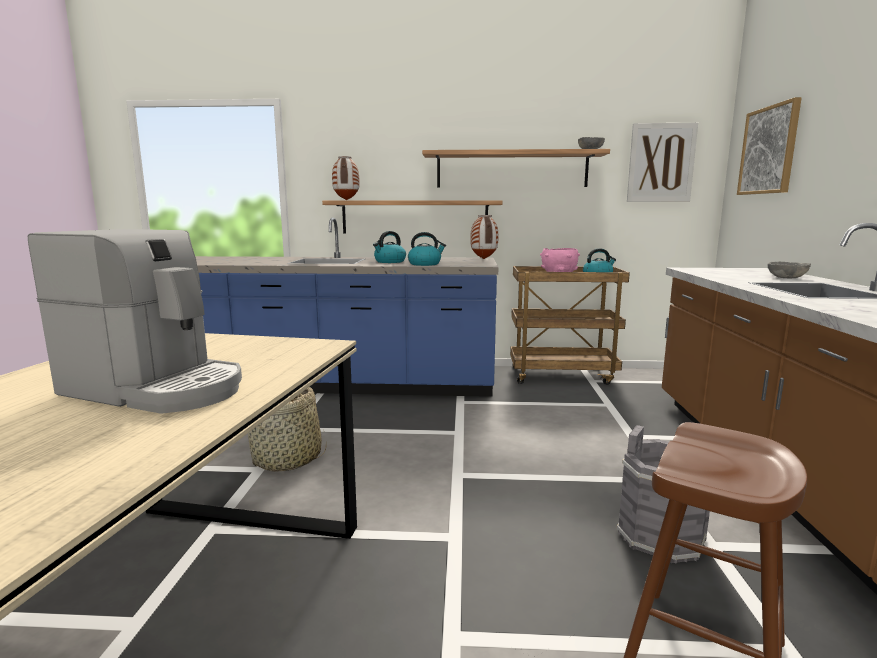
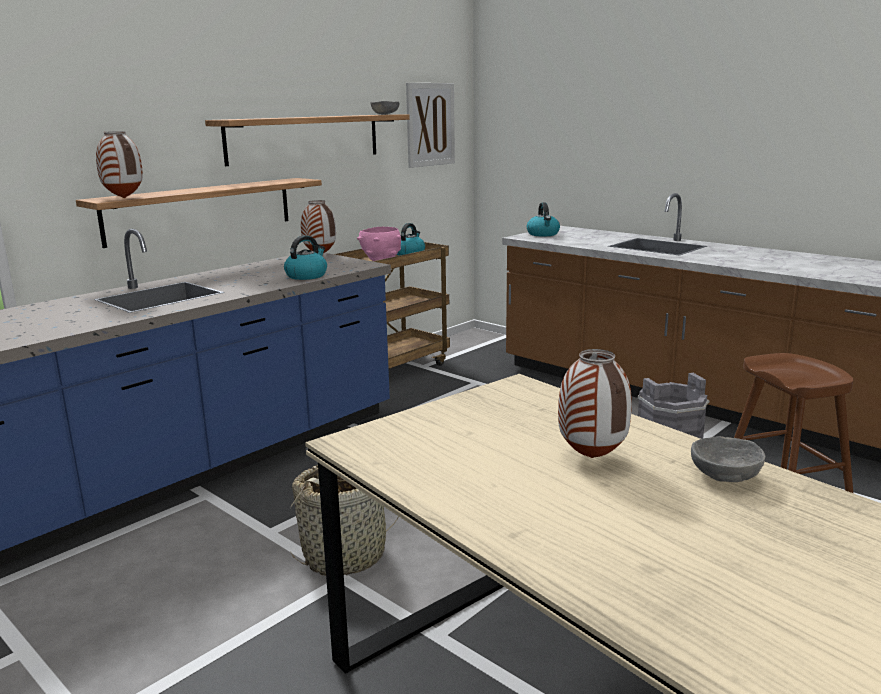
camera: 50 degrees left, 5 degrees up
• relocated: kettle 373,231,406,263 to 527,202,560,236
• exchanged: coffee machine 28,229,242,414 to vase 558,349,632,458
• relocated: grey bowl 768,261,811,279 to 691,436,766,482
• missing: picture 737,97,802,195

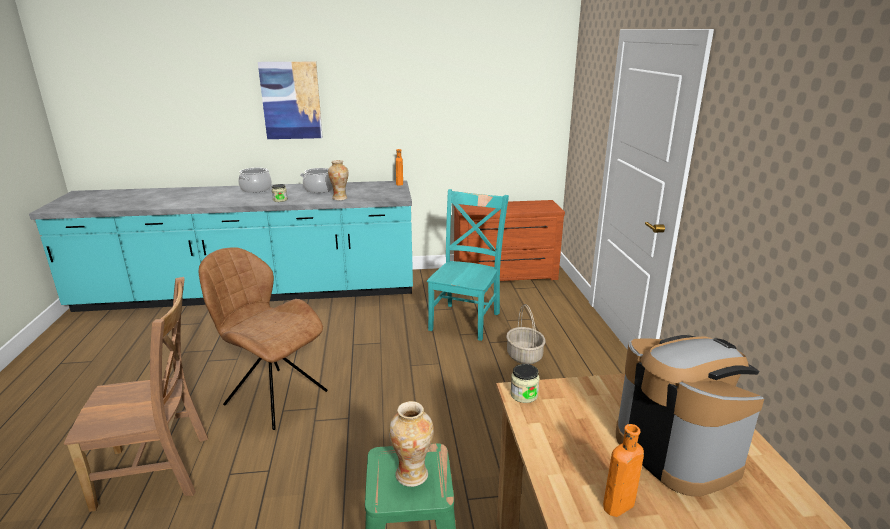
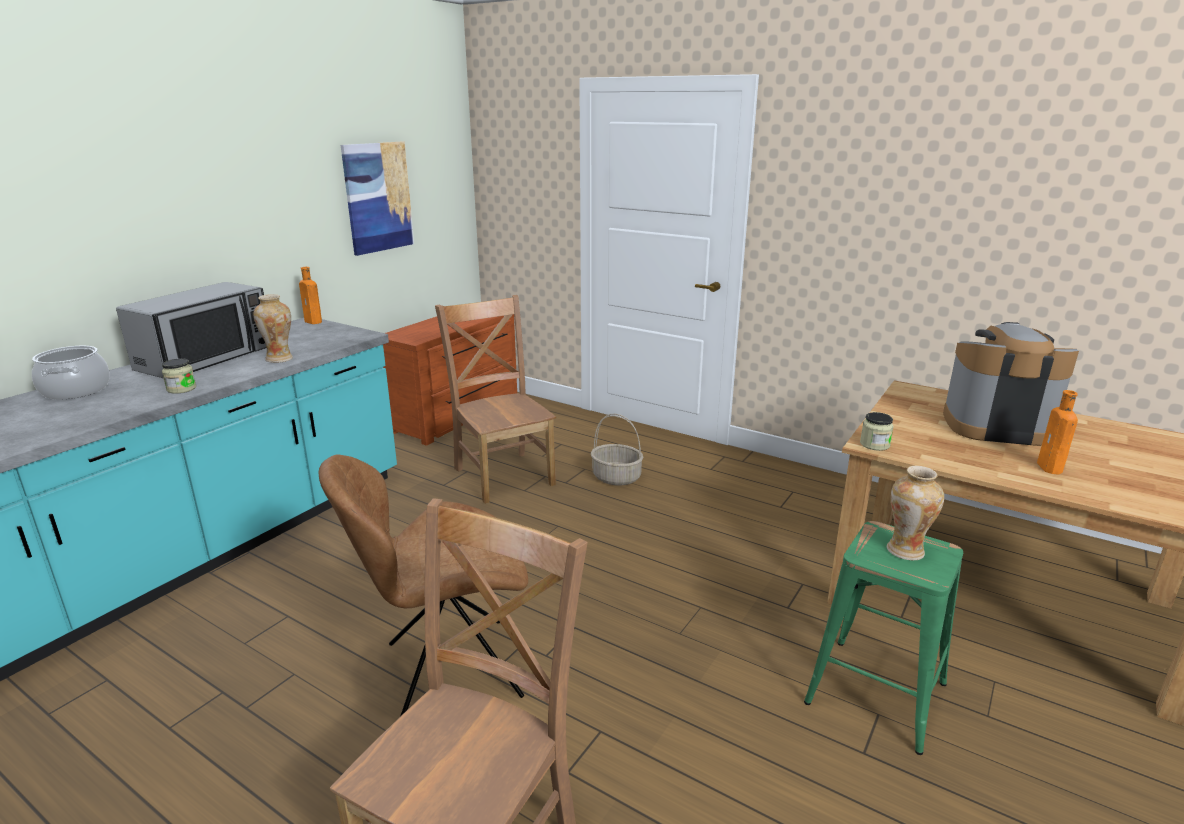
camera: 50 degrees left, 0 degrees up
• exchanged: cooking pot 300,168,333,193 to microwave 116,282,266,378
• relocated: picture 258,62,323,139 to 341,142,414,256
• colour: turquoise chair 427,189,509,341 to brown chair 435,295,556,504

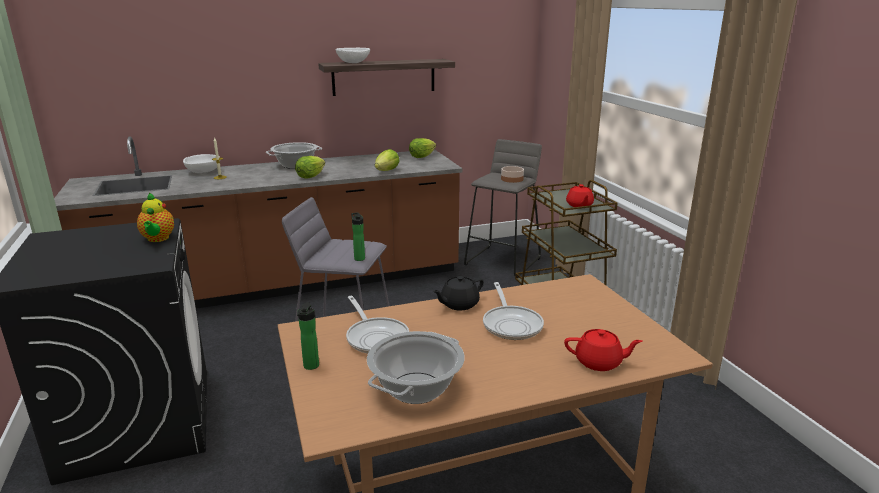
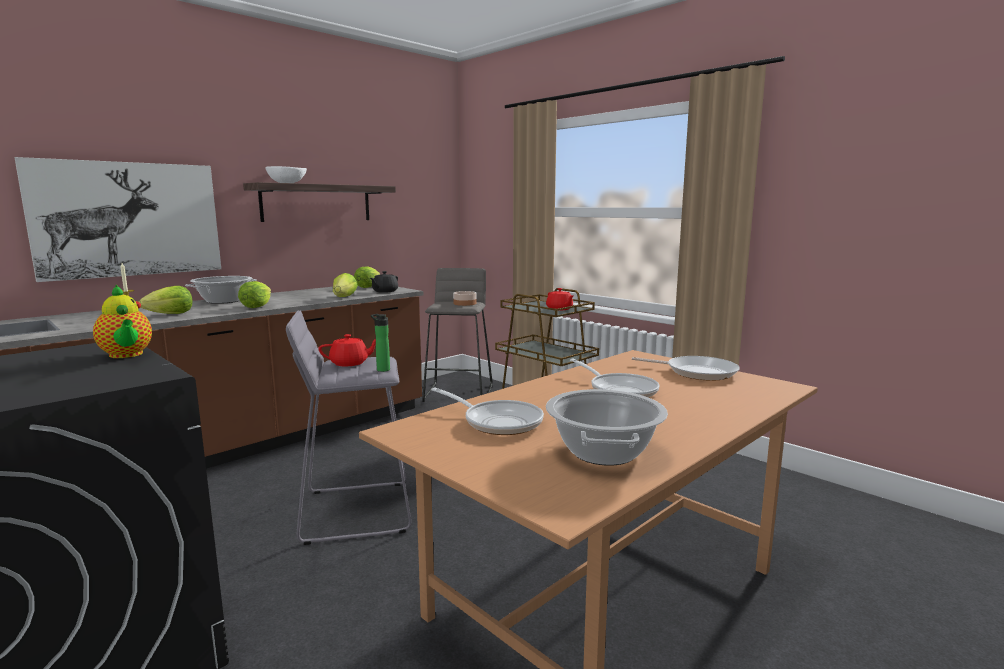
camera: 25 degrees left, 10 degrees down
• appeared: picture 15,157,221,282
• appeared: lettuce 139,286,192,314
• relocated: red teapot 564,329,642,371 to 318,334,376,366
• relocated: black teapot 433,276,483,310 to 370,271,398,293
• appeared: frying pan 632,356,740,381
• missing: white bowl 183,154,217,173
• missing: bottle 297,302,319,370

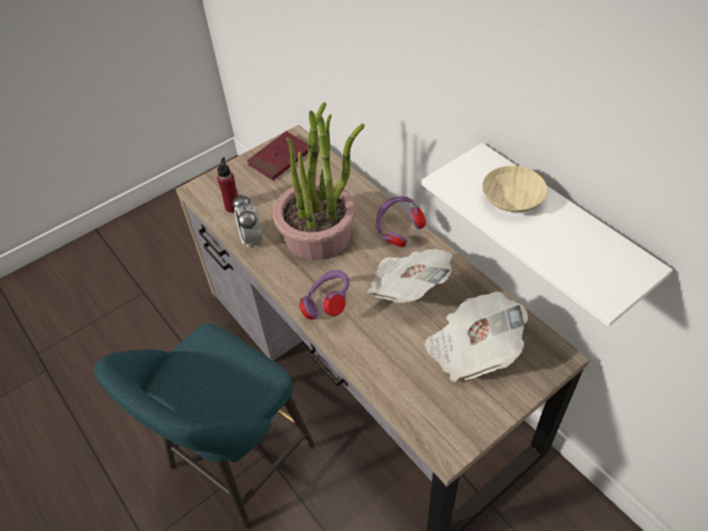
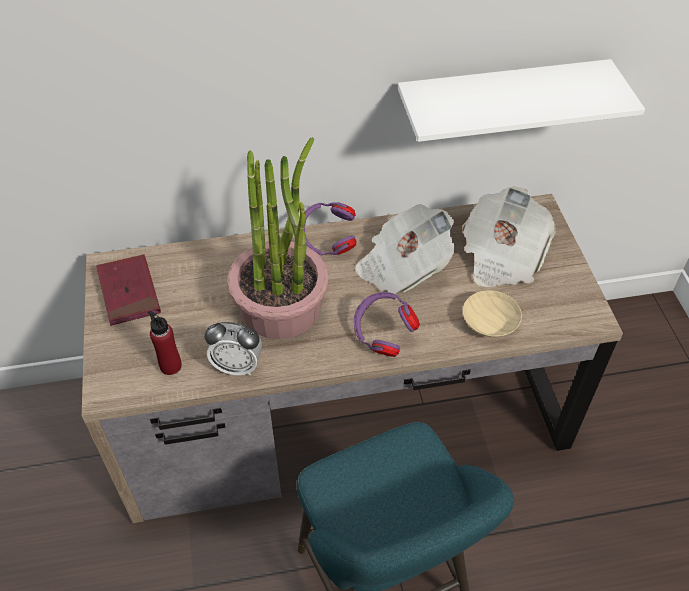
camera: 65 degrees left, 0 degrees up
• relocated: beige bowl 482,166,548,213 to 463,290,522,338

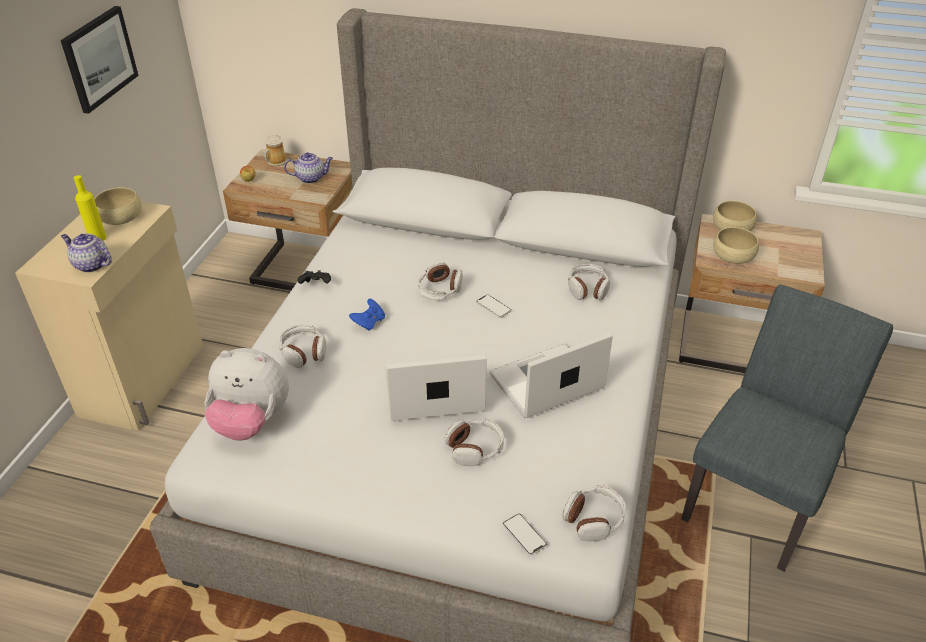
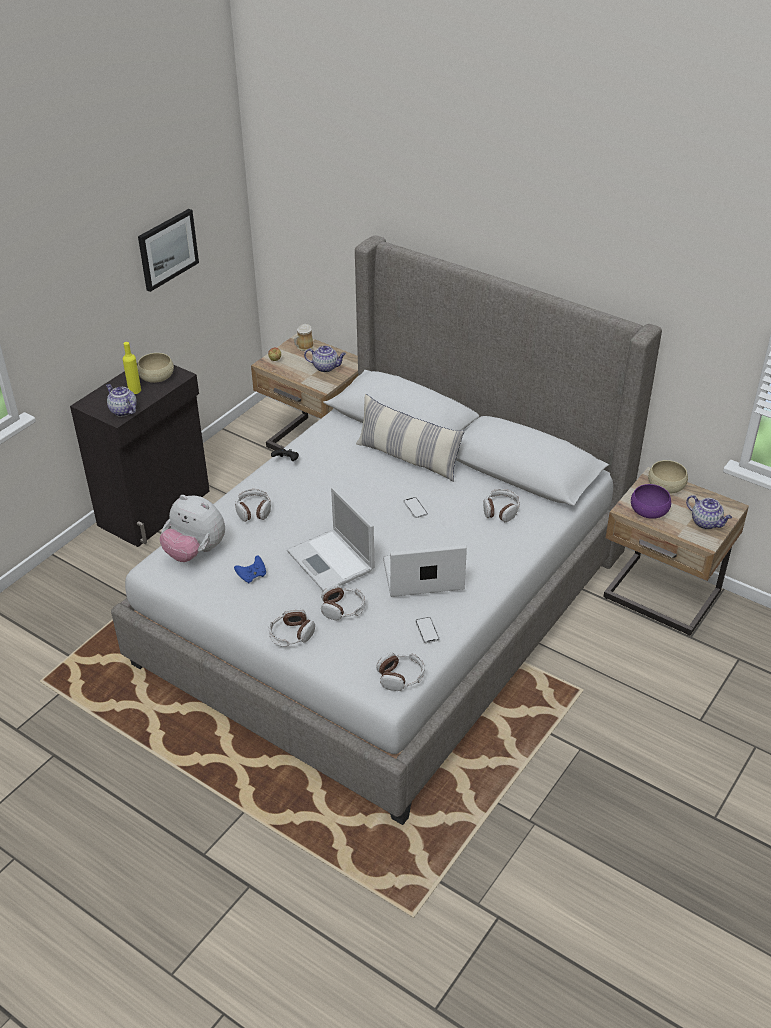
camera: 20 degrees right, 0 degrees up
• colour: beige cabinet 15,201,203,431 to black cabinet 70,363,210,547
• relocated: blue game controller 349,299,385,331 to 234,556,266,584
• relocated: headphones 418,262,463,300 to 269,608,315,647
• spun: laptop 385,355,487,421 = 287,487,374,590 135 degrees counterclockwise
• appeared: pillow 356,394,464,482
• relocated: phone 503,513,547,555 to 415,617,439,643
• colour: beige bowl 713,227,759,264 to purple bowl 631,484,671,519
• appeared: teapot 686,495,732,529
• missing: grey chair 681,284,893,572

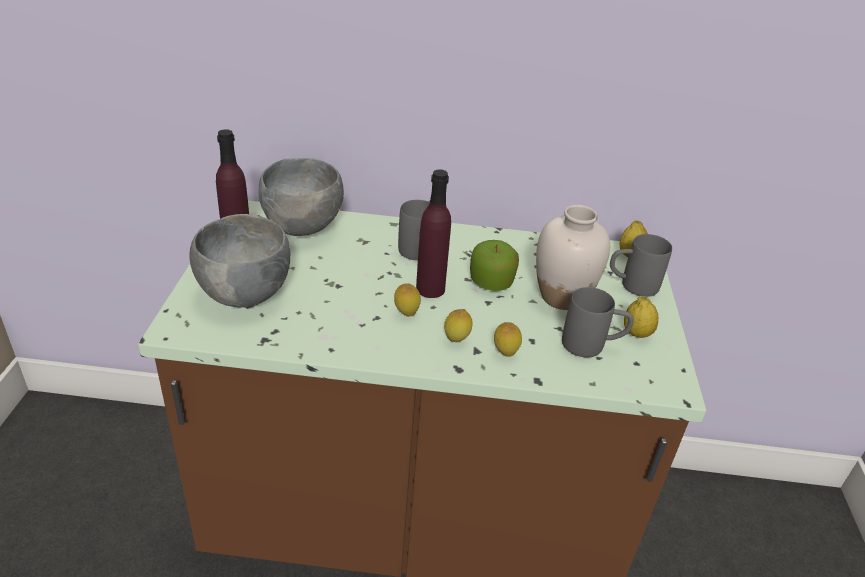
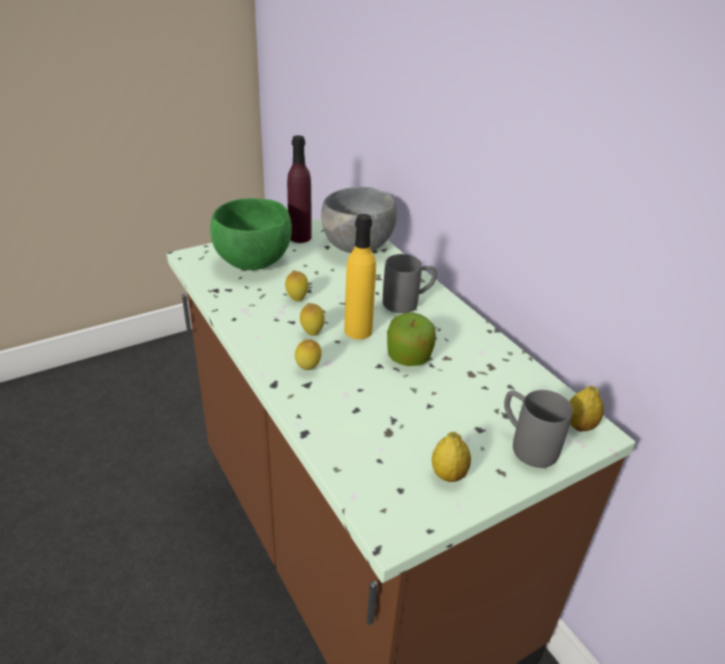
camera: 55 degrees right, 0 degrees up
• colour: grey bowl 189,214,290,308 to green bowl 210,198,292,270
• relocated: lemon 494,322,522,357 to 285,271,309,301
• colour: purple bottle 416,169,451,298 to yellow bottle 344,214,376,339
• missing: white vase 536,205,610,310
• missing: grey mug 562,287,634,357

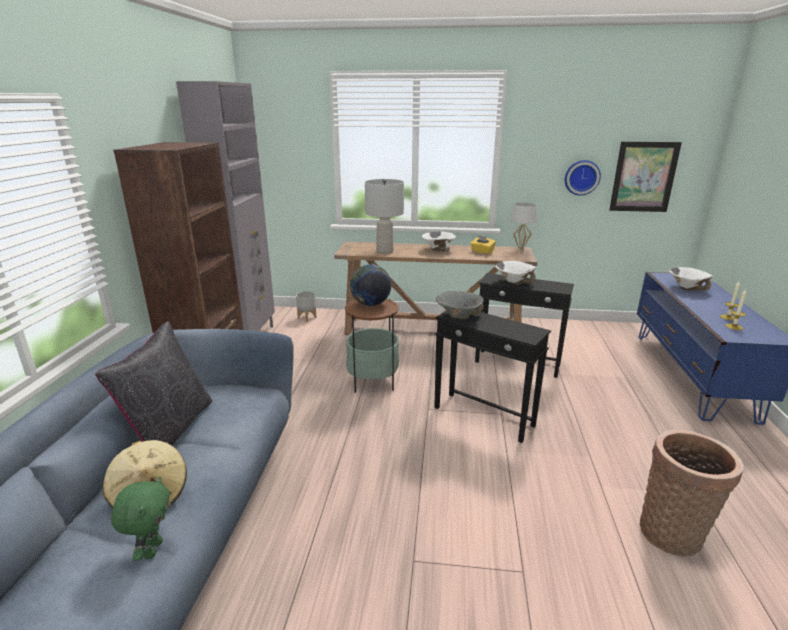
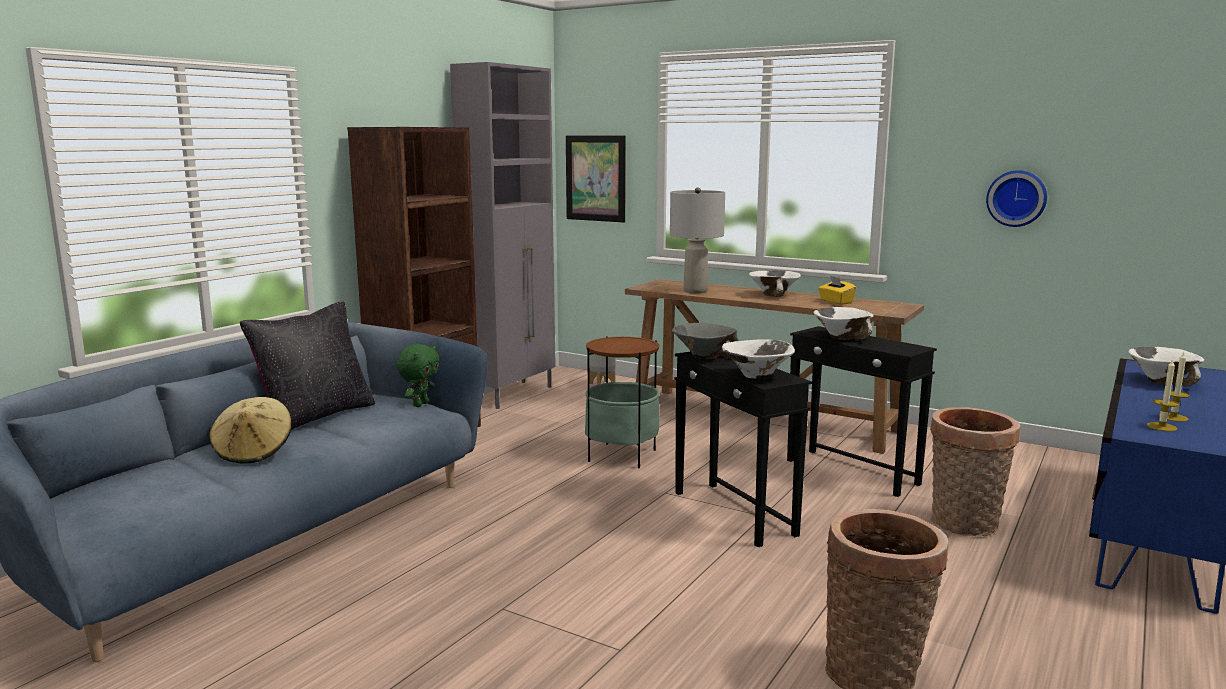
camera: 25 degrees right, 10 degrees down
• relocated: green plush toy 111,476,170,561 to 396,344,440,407
• relocated: picture 609,141,682,212 to 566,136,626,222
• appeared: white bowl 722,339,795,379
• appeared: basket 930,407,1020,536
• missing: globe 350,264,391,306
• missing: white table lamp 510,203,538,251

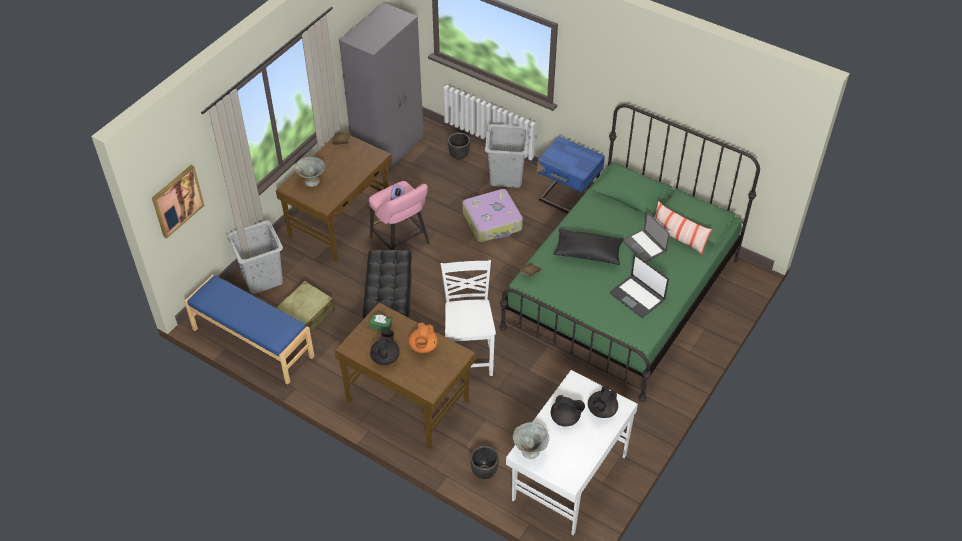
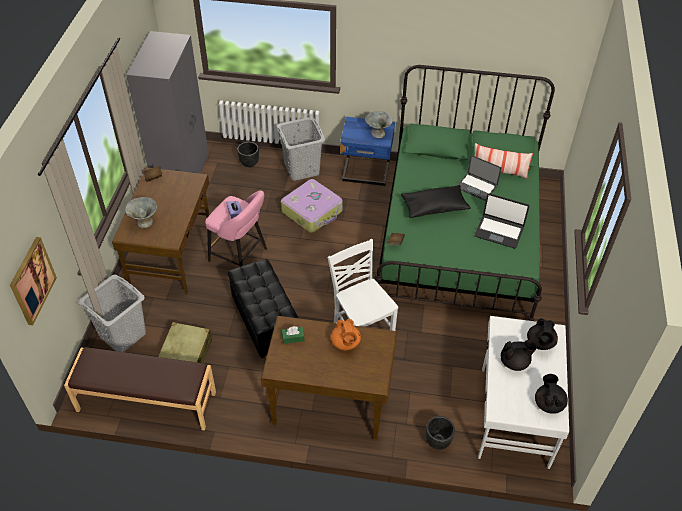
camera: 25 degrees left, 0 degrees up
• colour: blue bench 184,275,314,385 to brown bench 64,347,216,430
• relocated: grey bowl 513,422,549,459 to 365,111,393,138
• relocated: black teapot 370,330,400,365 to 535,374,568,414

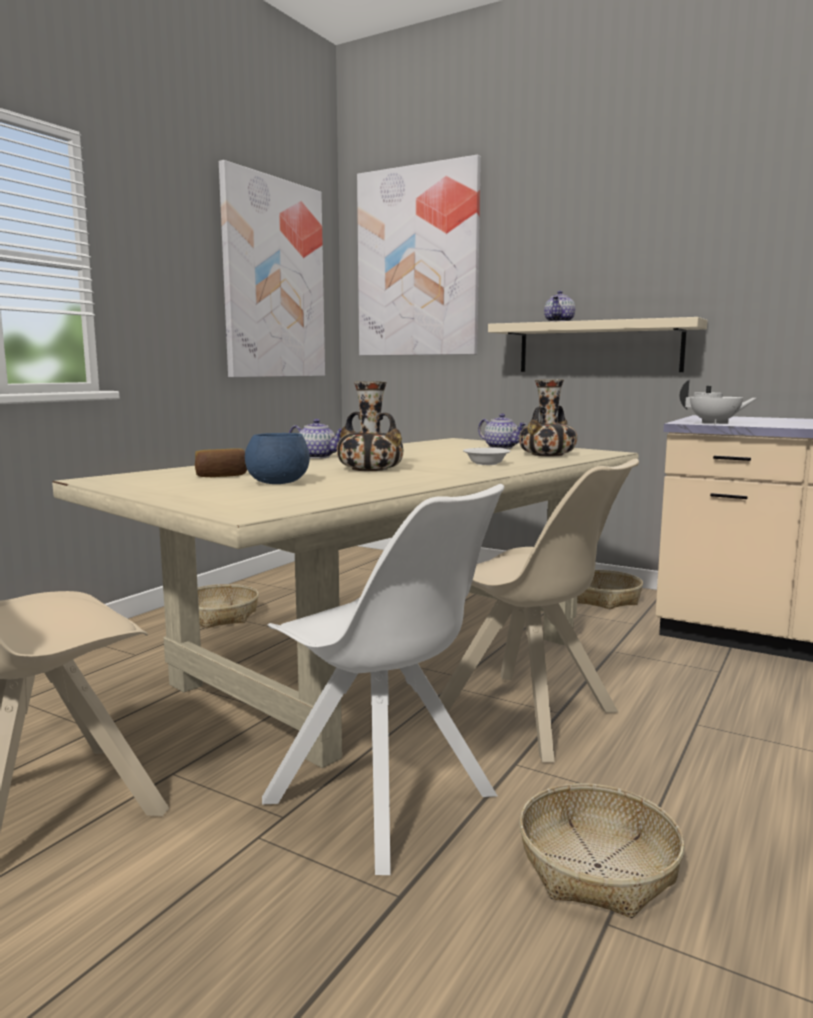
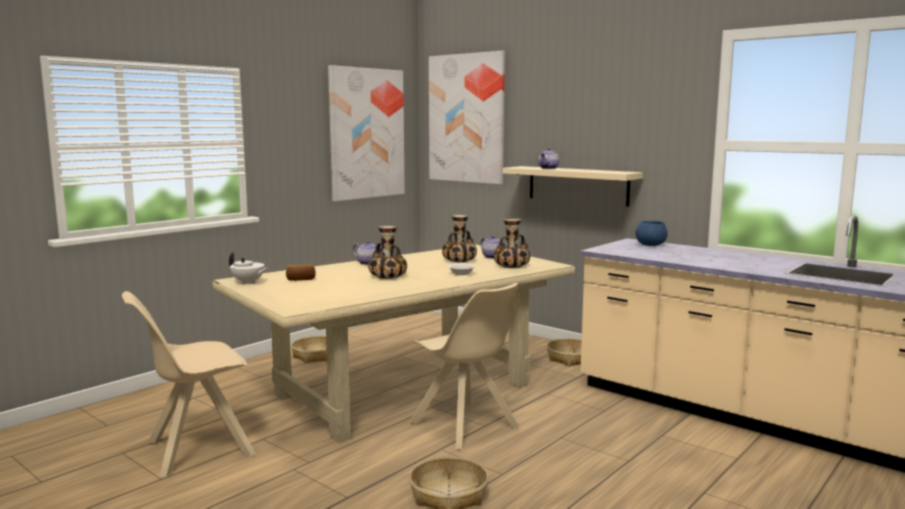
camera: 10 degrees right, 0 degrees up
• relocated: white teapot 680,379,757,424 to 229,252,268,284
• appeared: vase 442,215,477,262
• relocated: blue bowl 245,433,310,484 to 635,221,668,246
• missing: white chair 262,484,504,875

